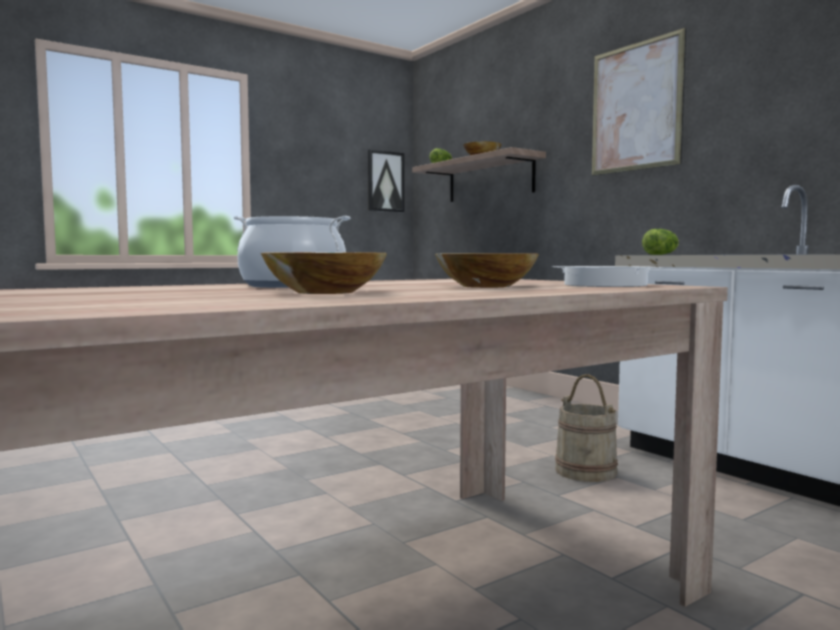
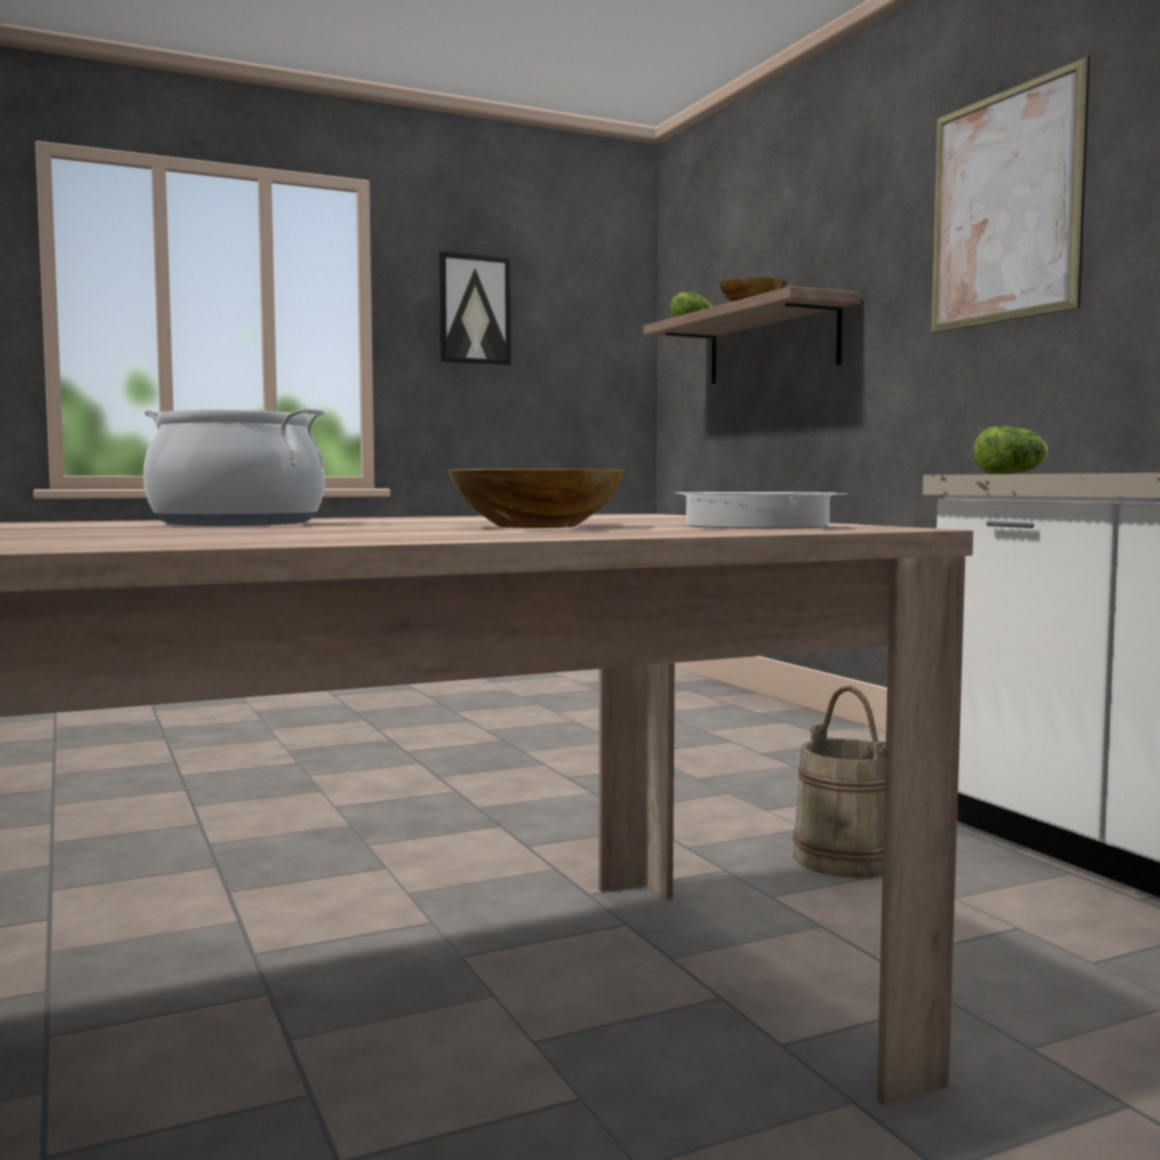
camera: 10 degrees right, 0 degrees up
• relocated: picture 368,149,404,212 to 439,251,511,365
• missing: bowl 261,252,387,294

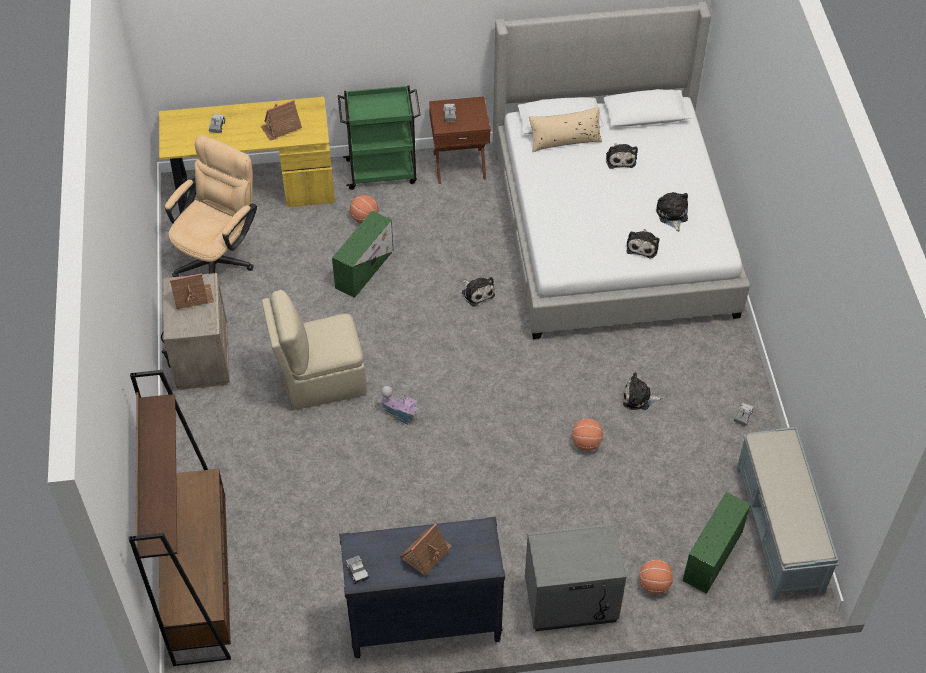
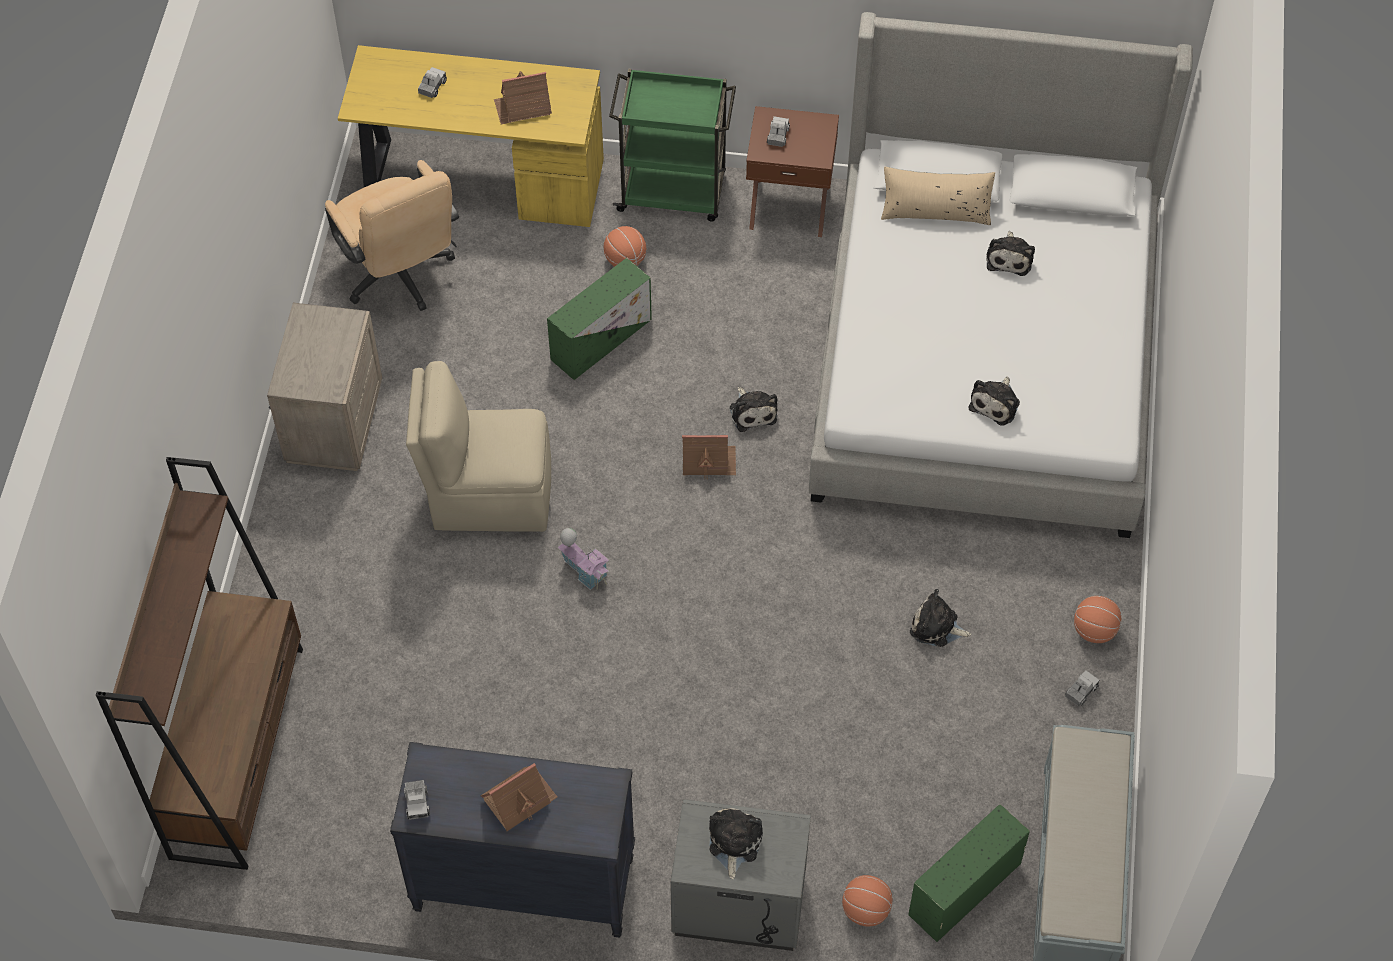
camera: 15 degrees right, 5 degrees up
• spun: beige office chair 165,135,257,277 = 325,160,459,311 105 degrees clockwise
• relocated: toy house 170,273,214,310 to 682,435,736,475
• relocated: plush toy 656,192,688,232 to 709,808,763,879
• relocated: basketball 572,419,603,451 to 1074,596,1121,643

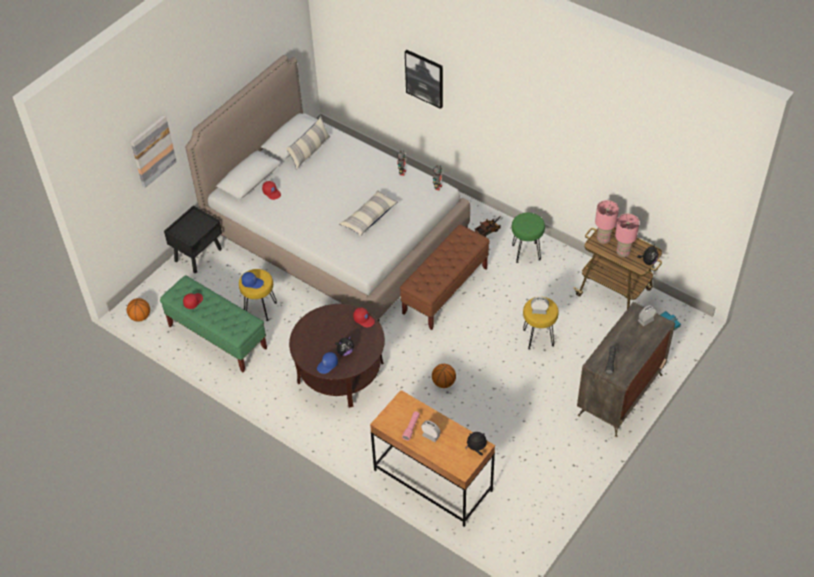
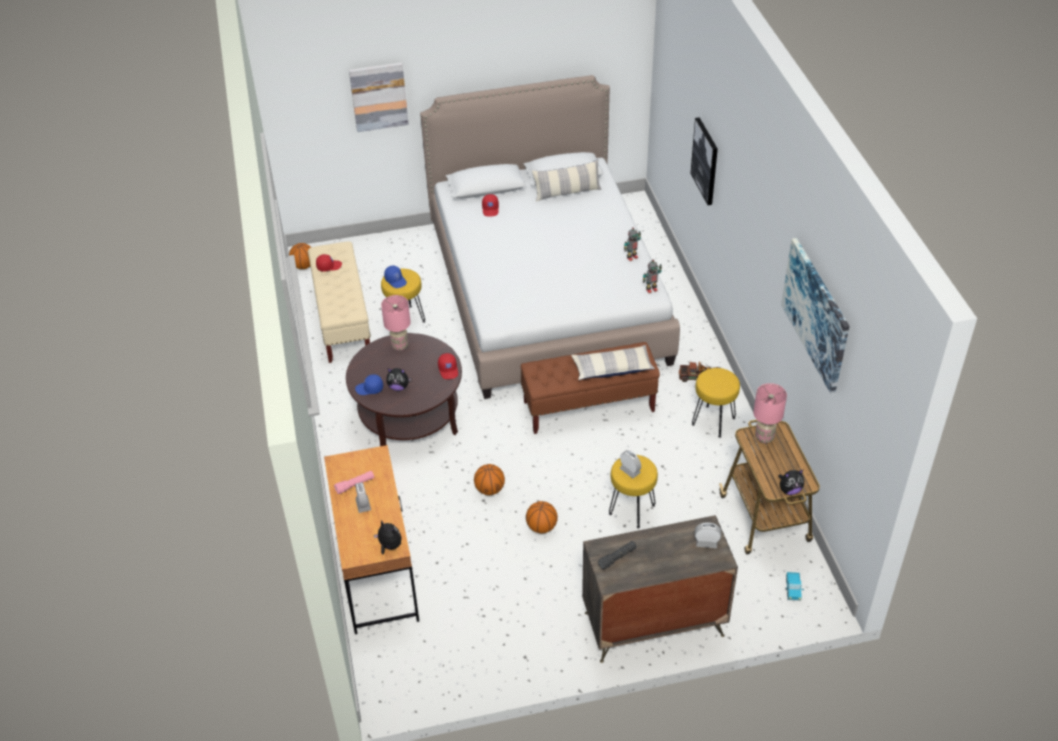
camera: 40 degrees right, 5 degrees down
• colour: green bench 160,275,267,372 to beige bench 308,241,371,363
• relocated: pink table lamp 615,214,639,257 to 381,295,411,351
• appeared: basketball 526,501,558,533
• relocated: pillow 339,190,399,236 to 571,345,655,380
• colour: green stool 512,213,545,263 to yellow stool 692,368,740,438
• appeared: picture 781,238,850,393
• missing: black nightstand 164,205,222,273

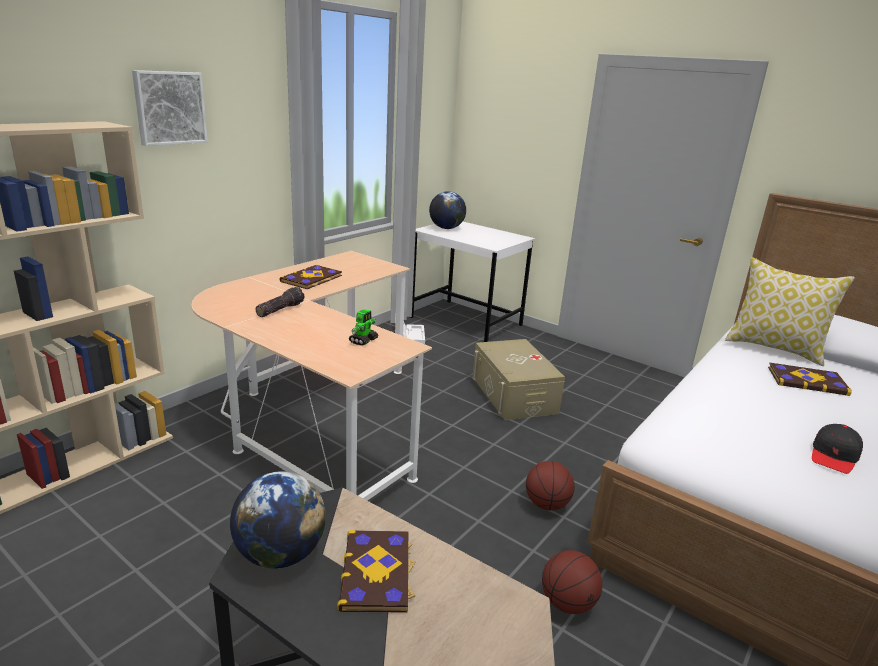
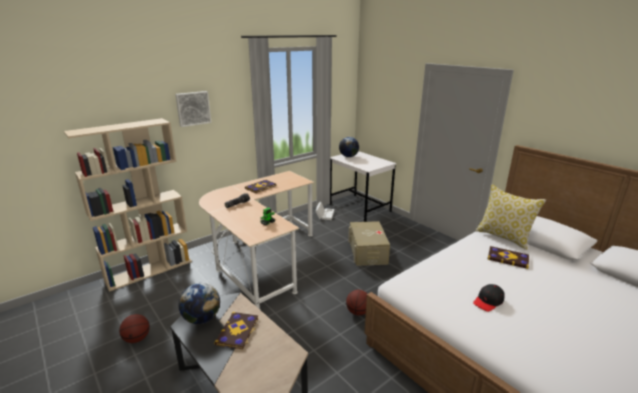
camera: 15 degrees right, 0 degrees up
• relocated: basketball 542,550,602,614 to 119,314,150,343

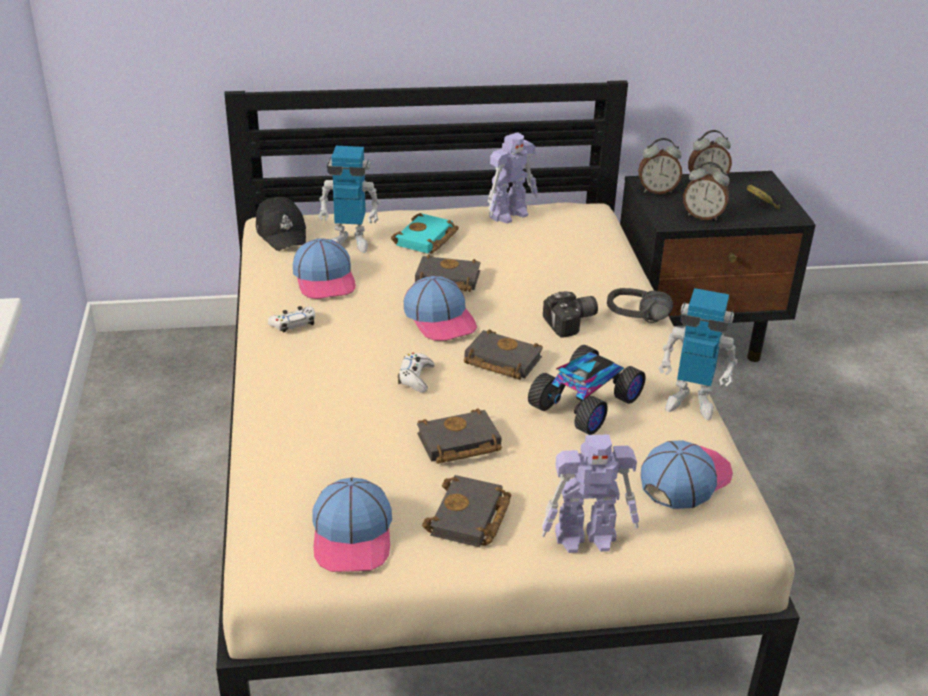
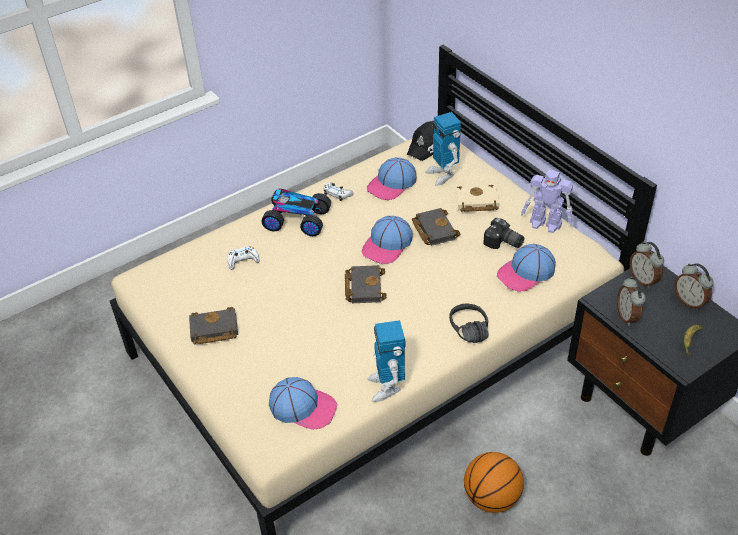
camera: 65 degrees right, 10 degrees up
• relocated: white game controller 398,352,435,393 to 227,246,260,270
• relocated: toy car 528,345,646,435 to 261,188,331,236
• colour: turquoise book 391,213,459,254 to beige book 455,185,499,212
• appeared: basketball 464,452,524,513
• relocated: photo camera 543,292,598,338 to 483,218,524,249
• relocated: cap 312,477,392,572 to 497,244,556,292
• missing: black book 417,409,502,464
• missing: toy robot 542,434,639,553

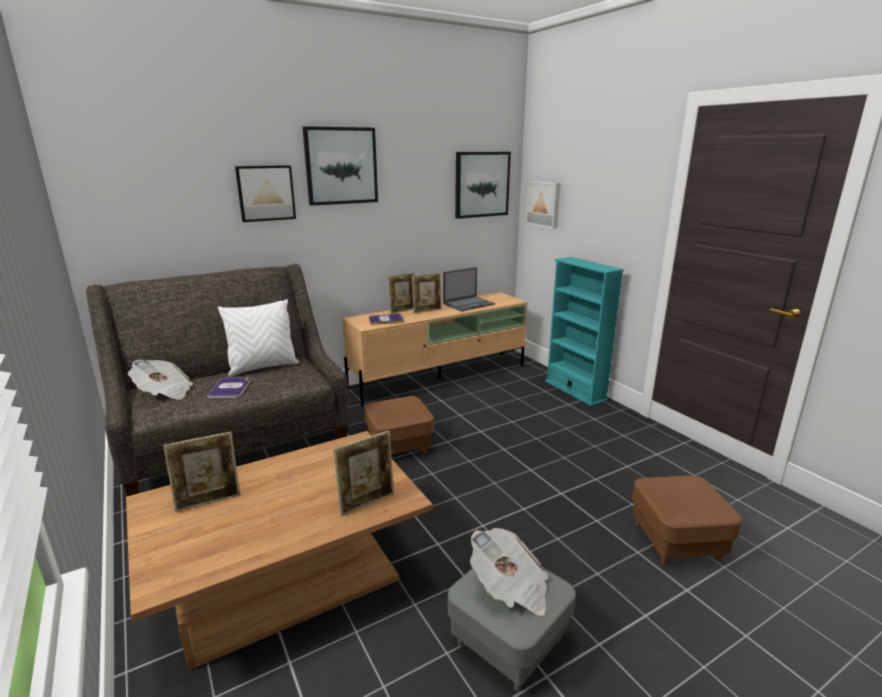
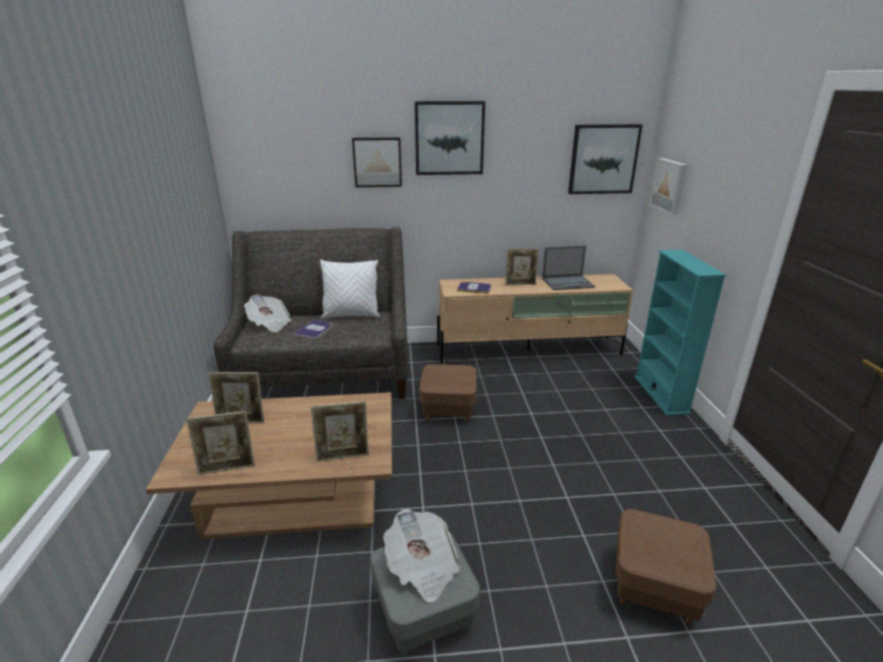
camera: 25 degrees right, 5 degrees up
• relocated: picture frame 388,273,414,314 to 186,411,255,475

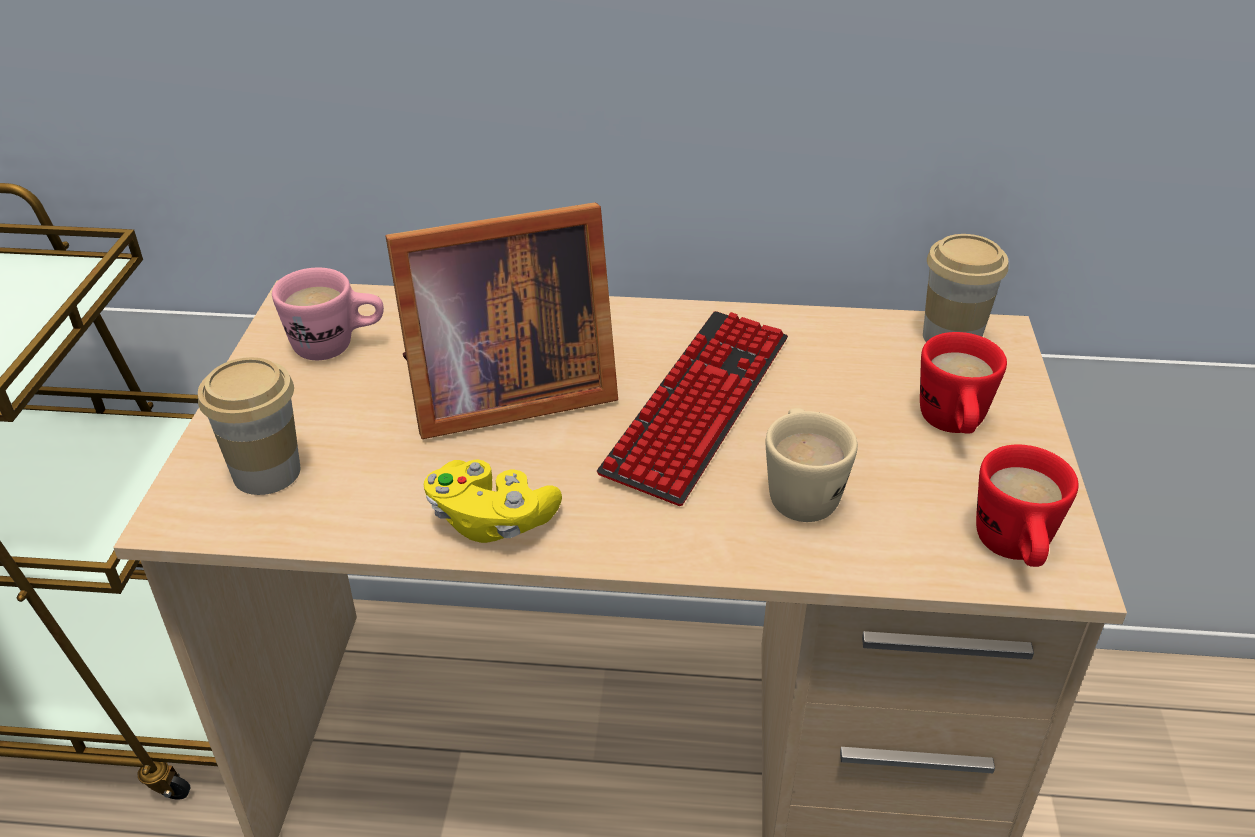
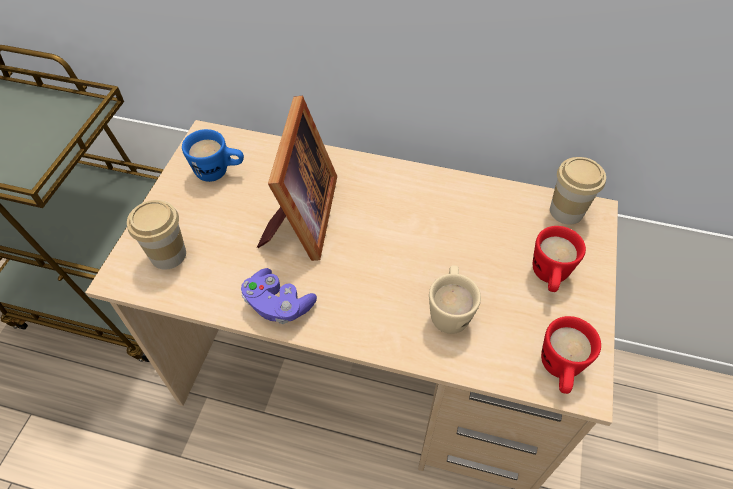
camera: 10 degrees right, 15 degrees up
• colour: pink mug 272,268,384,360 to blue mug 182,129,244,182
• colour: yellow game controller 424,460,562,543 to purple game controller 241,268,317,324
• spun: picture frame 386,202,618,439 = 257,96,337,261 75 degrees counterclockwise
• missing: keyboard 597,311,788,506

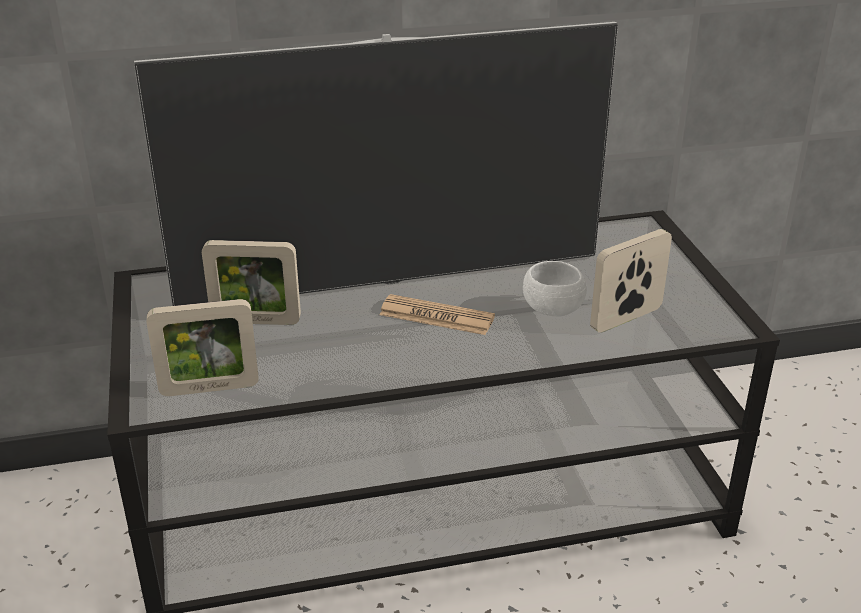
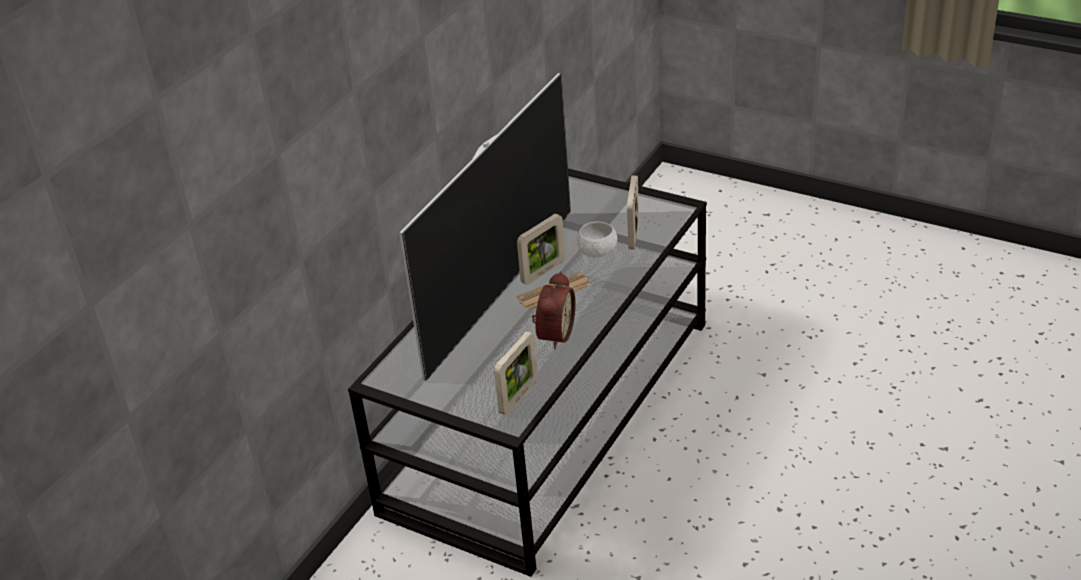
camera: 45 degrees left, 5 degrees up
• relocated: picture frame 202,240,301,325 to 517,214,565,285
• appeared: alarm clock 532,271,576,349

